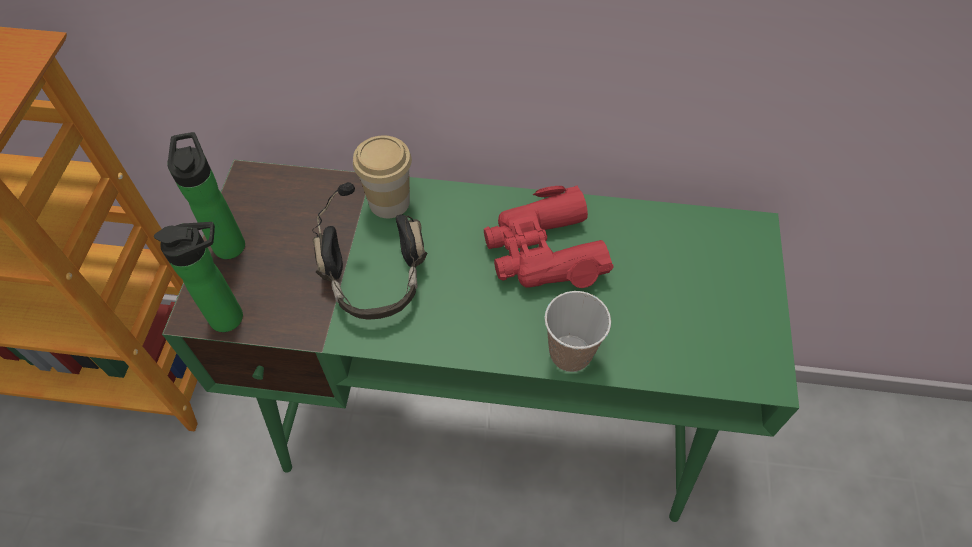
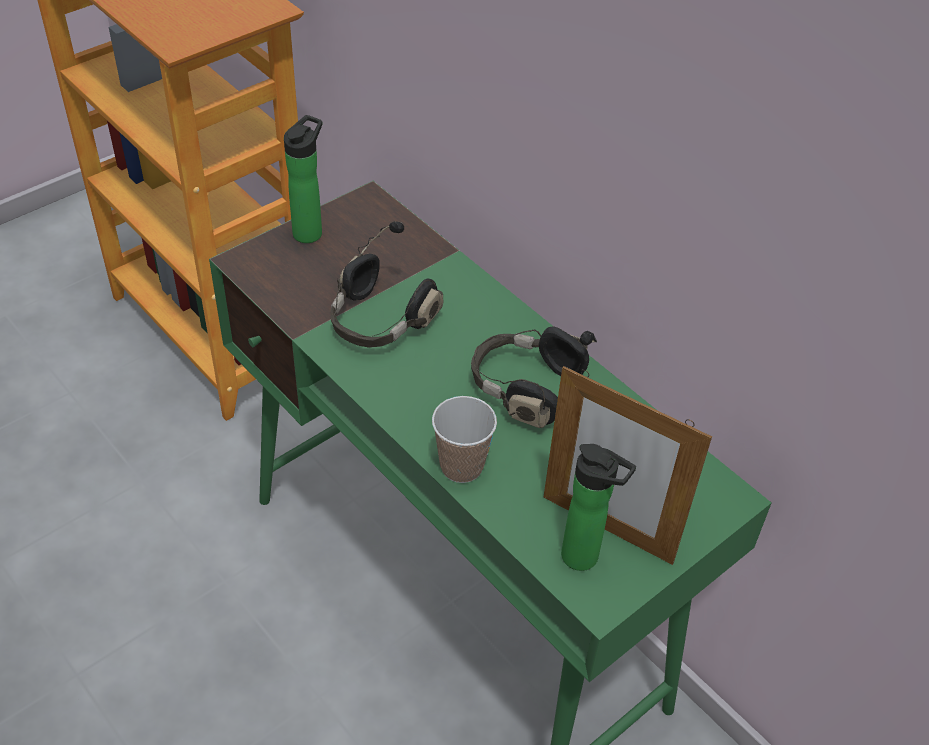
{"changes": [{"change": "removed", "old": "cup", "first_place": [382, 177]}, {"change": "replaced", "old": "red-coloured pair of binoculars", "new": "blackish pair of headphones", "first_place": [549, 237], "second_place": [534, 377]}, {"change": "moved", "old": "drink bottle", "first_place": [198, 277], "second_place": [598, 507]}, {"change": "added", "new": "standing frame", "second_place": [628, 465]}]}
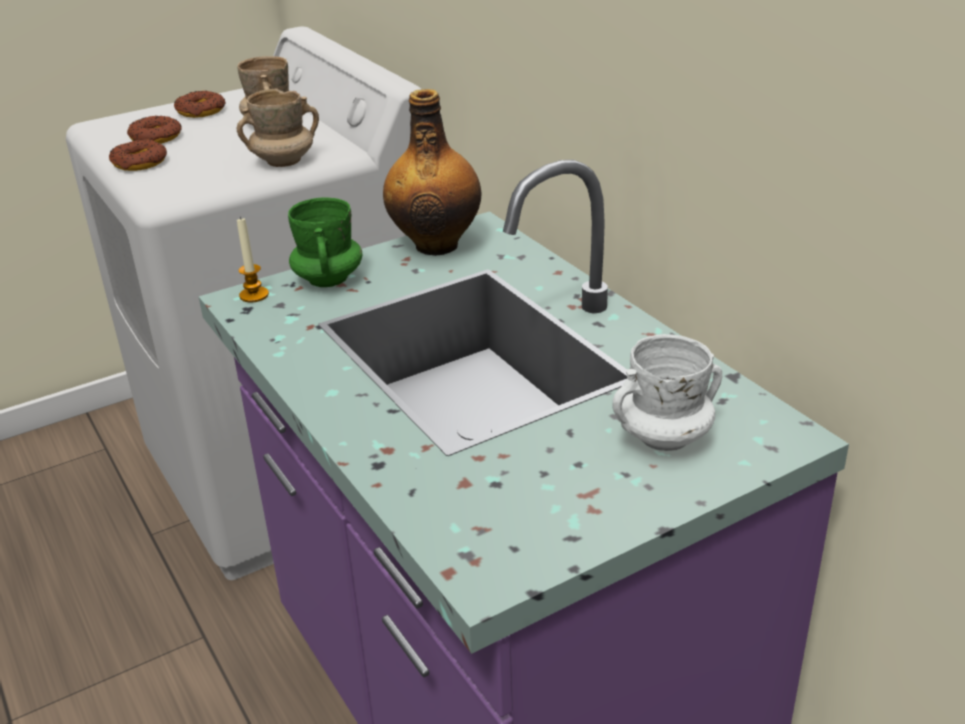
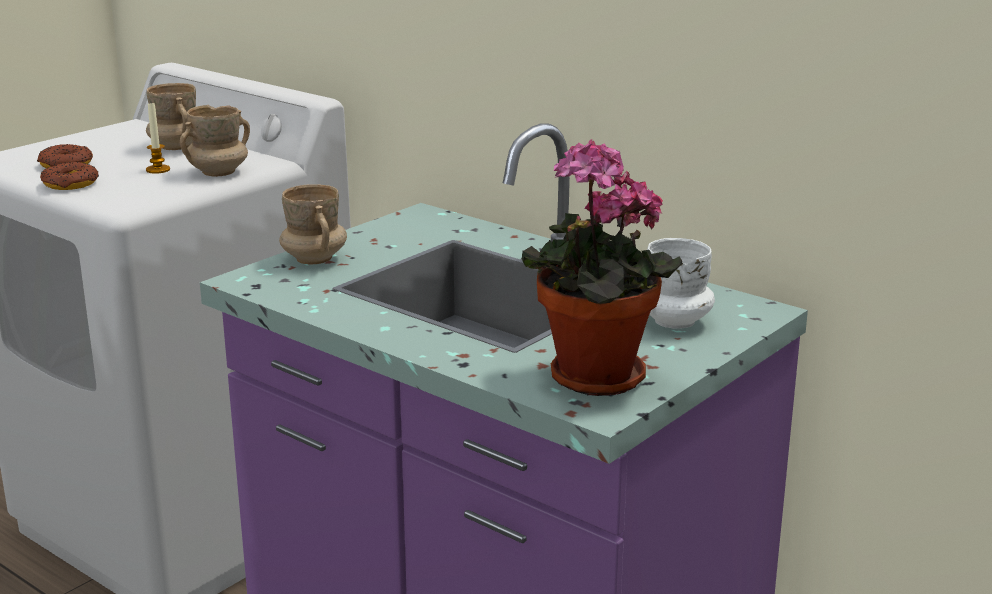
{"changes": [{"change": "removed", "old": "drink bottle", "first_place": [432, 172]}, {"change": "removed", "old": "ring doughnut", "first_place": [200, 104]}, {"change": "recoloured", "old": "green-coloured mug", "new": "beige mug", "first_place": [325, 242], "second_place": [313, 224]}, {"change": "moved", "old": "wax candle", "first_place": [253, 259], "second_place": [158, 138]}, {"change": "added", "new": "plant in a pot", "second_place": [602, 267]}]}
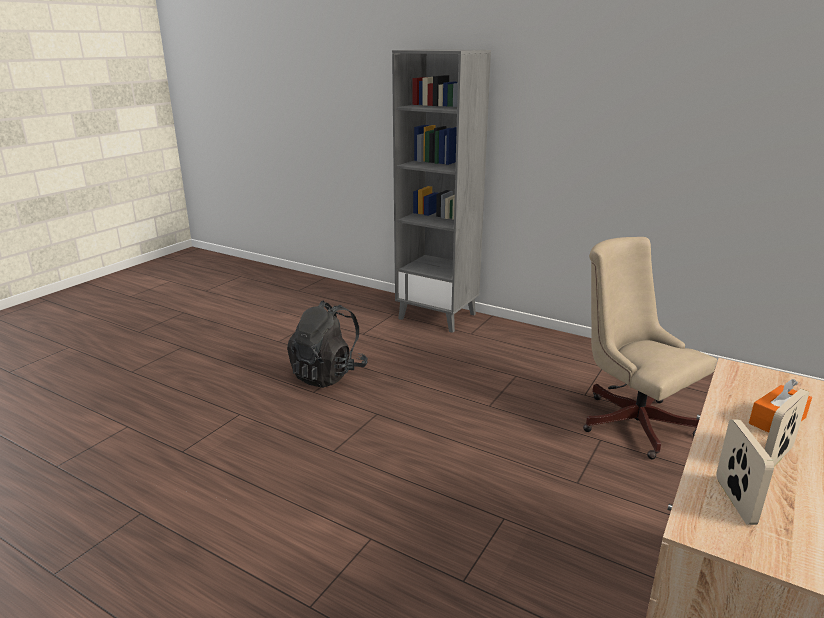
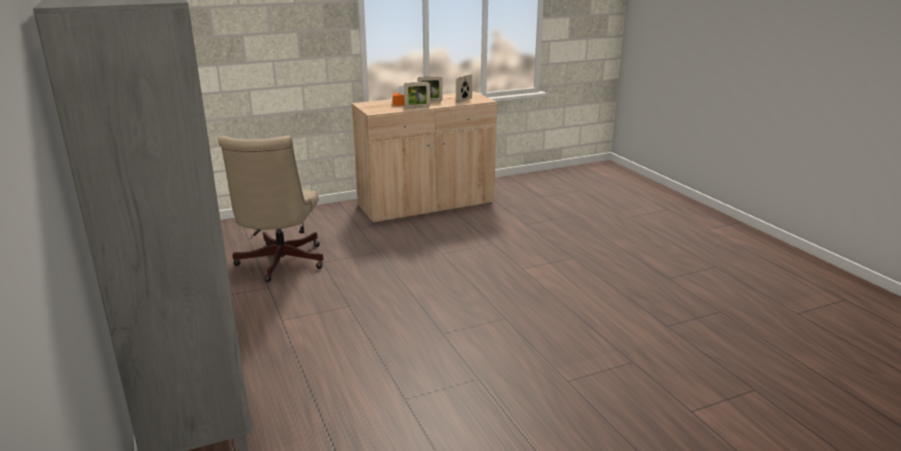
{"changes": [{"change": "removed", "old": "blackish backpack", "first_place": [327, 344]}, {"change": "added", "new": "standing frame", "second_place": [417, 95]}]}
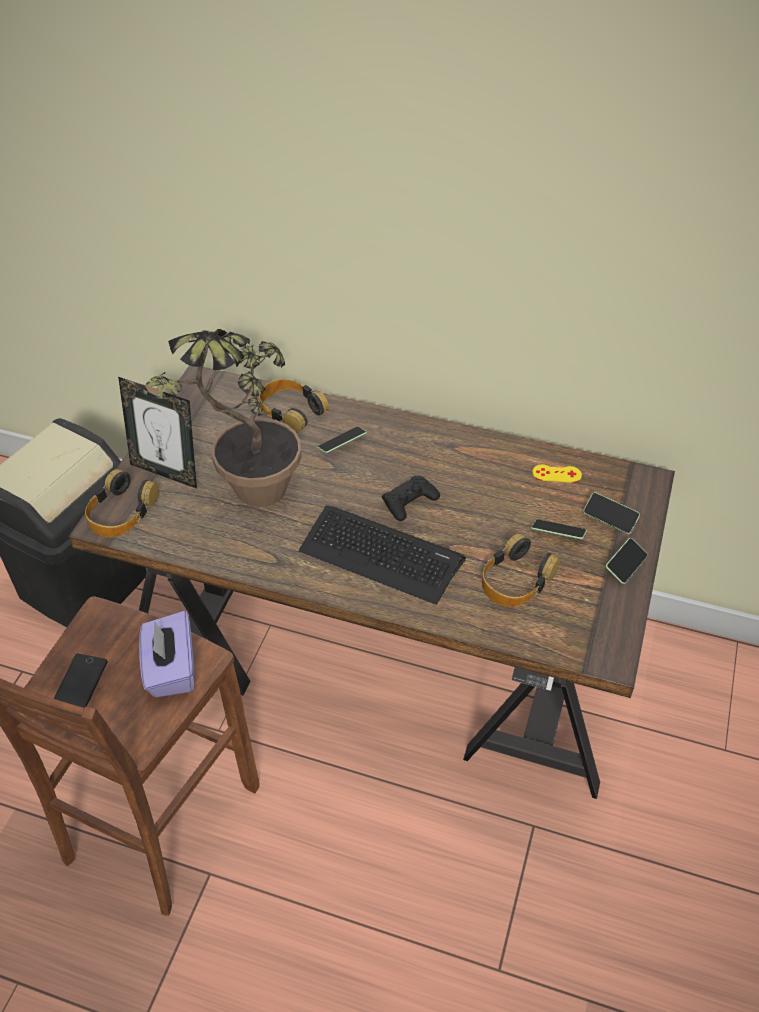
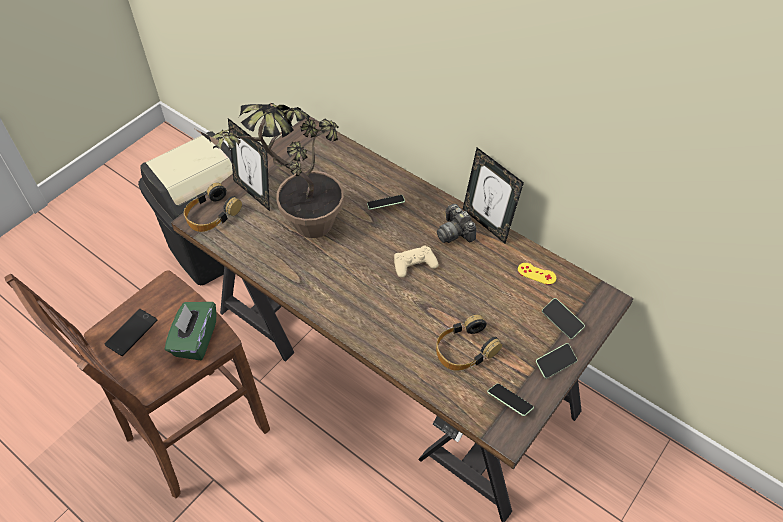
{"changes": [{"change": "removed", "old": "pair of headphones", "first_place": [294, 406]}, {"change": "recoloured", "old": "blackish joypad", "new": "beige joypad", "first_place": [411, 498], "second_place": [416, 262]}, {"change": "removed", "old": "keyboard", "first_place": [382, 555]}, {"change": "moved", "old": "handset", "first_place": [559, 529], "second_place": [510, 399]}, {"change": "recoloured", "old": "purple-coloured tissue holder", "new": "green-coloured tissue holder", "first_place": [167, 654], "second_place": [190, 331]}, {"change": "added", "new": "standing frame", "second_place": [493, 195]}, {"change": "added", "new": "photo camera", "second_place": [456, 223]}]}
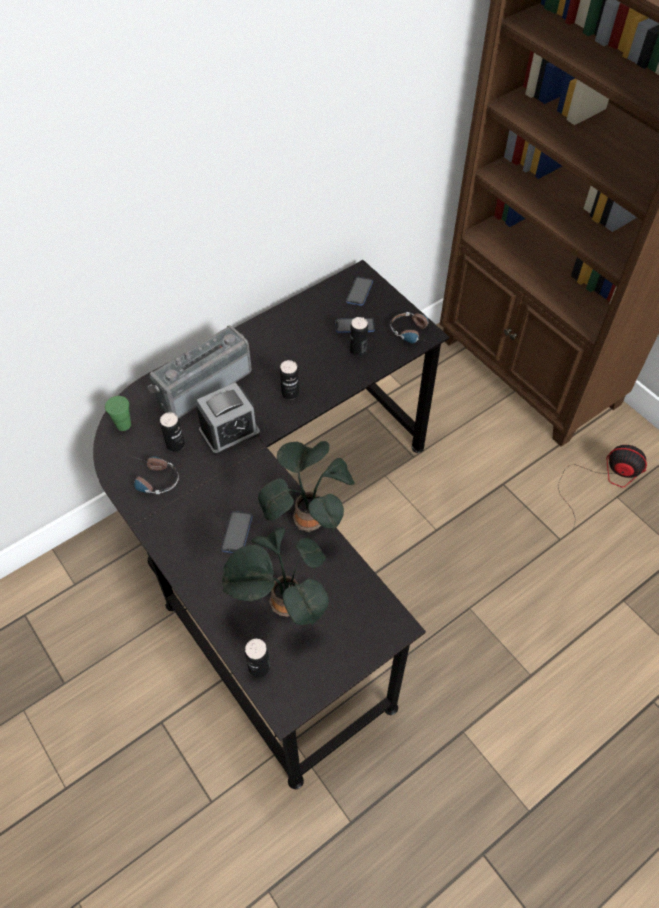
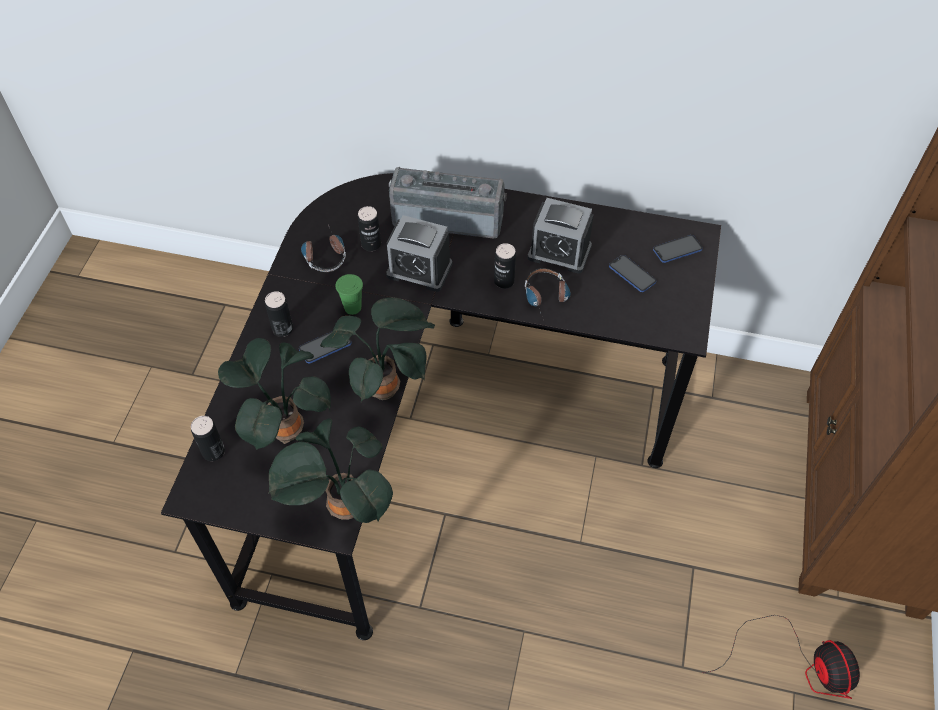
{"changes": [{"change": "moved", "old": "pair of headphones", "first_place": [411, 328], "second_place": [548, 294]}, {"change": "moved", "old": "sealed can", "first_place": [359, 336], "second_place": [279, 314]}, {"change": "moved", "old": "green-coloured cup", "first_place": [118, 413], "second_place": [349, 294]}, {"change": "added", "new": "bedside clock", "second_place": [561, 236]}, {"change": "added", "new": "plant in a pot", "second_place": [330, 471]}]}
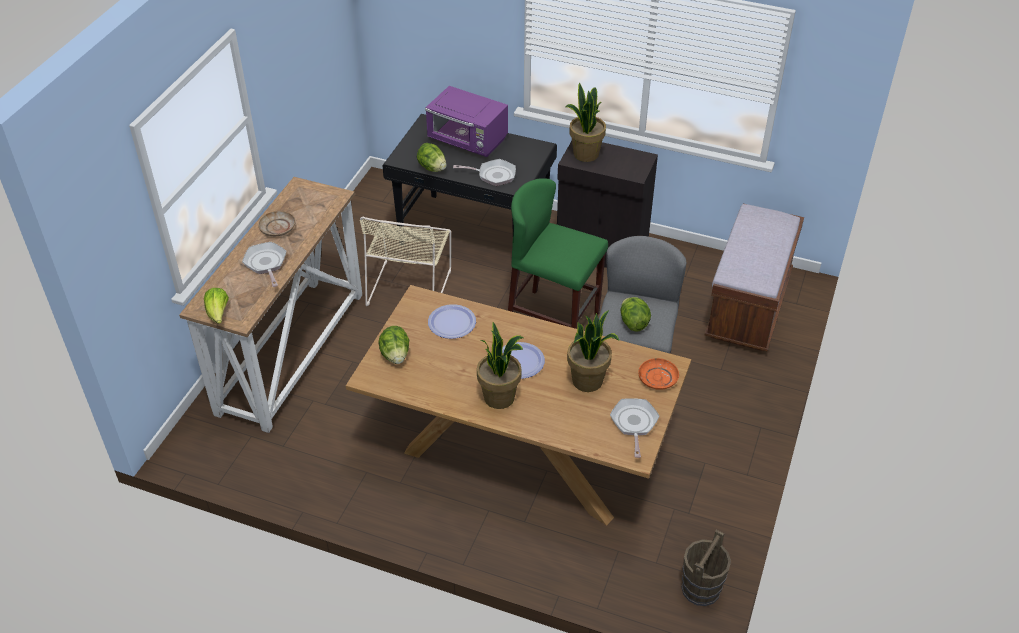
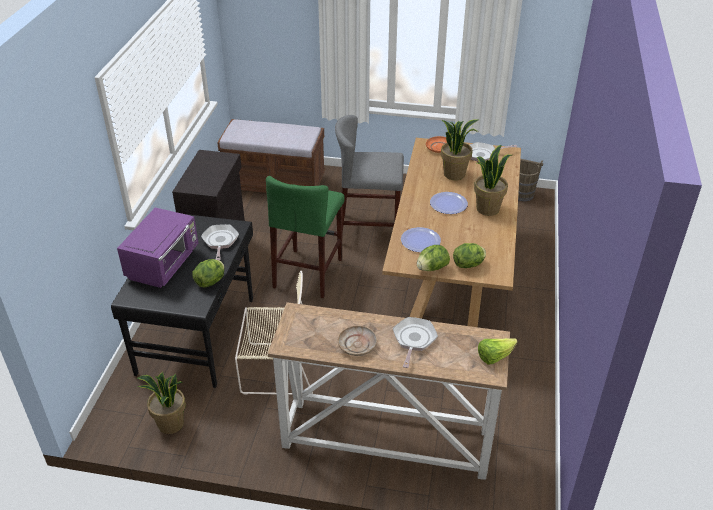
{"changes": [{"change": "moved", "old": "plant in a pot", "first_place": [585, 122], "second_place": [161, 403]}, {"change": "turned", "old": "pan", "first_place": [264, 264], "second_place": [415, 342], "degrees": 135}, {"change": "moved", "old": "head of lettuce", "first_place": [635, 314], "second_place": [433, 258]}]}
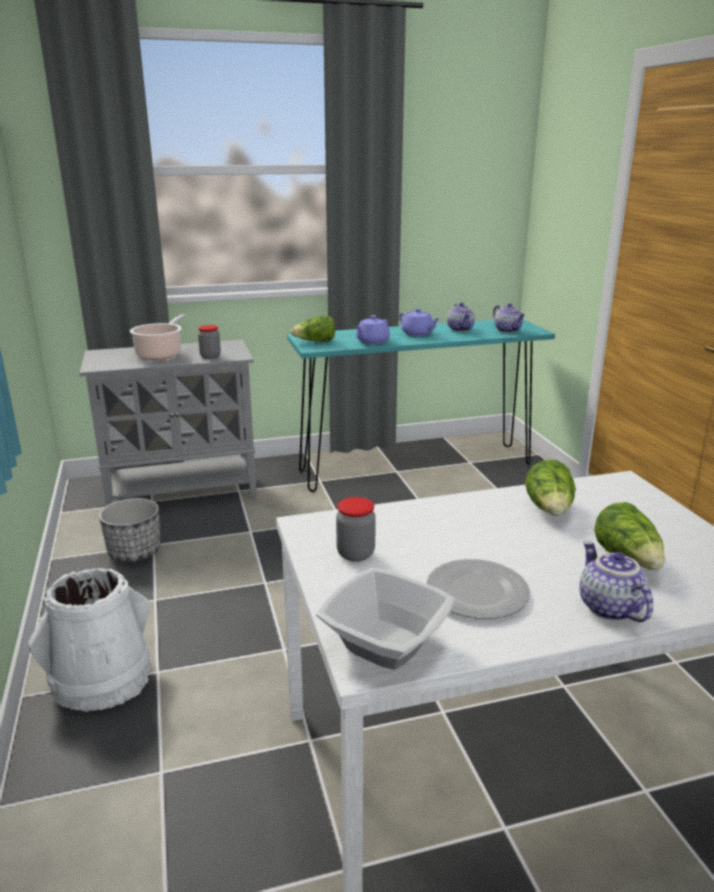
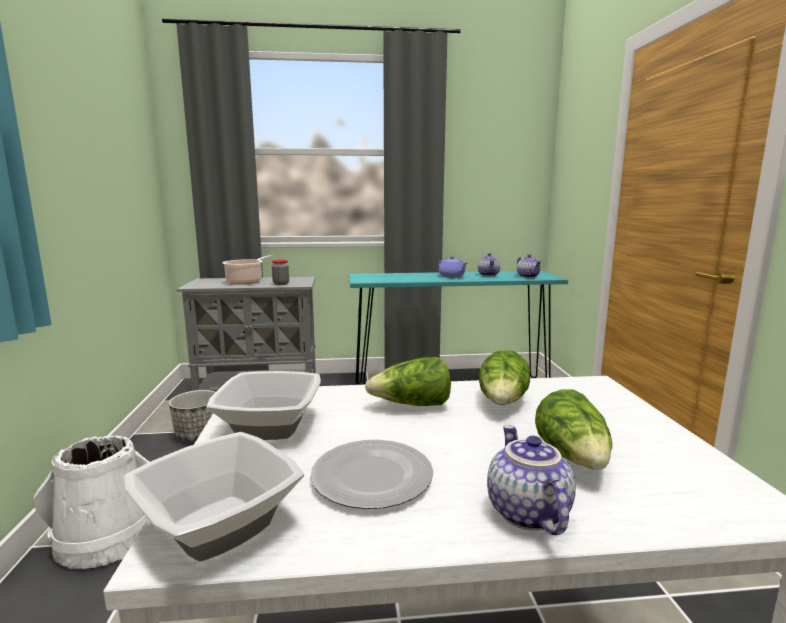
{"changes": [{"change": "moved", "old": "head of lettuce", "first_place": [312, 328], "second_place": [408, 381]}, {"change": "removed", "old": "purple-coloured pot for tea", "first_place": [373, 329]}, {"change": "replaced", "old": "preserve jar", "new": "bowl", "first_place": [356, 529], "second_place": [263, 405]}]}
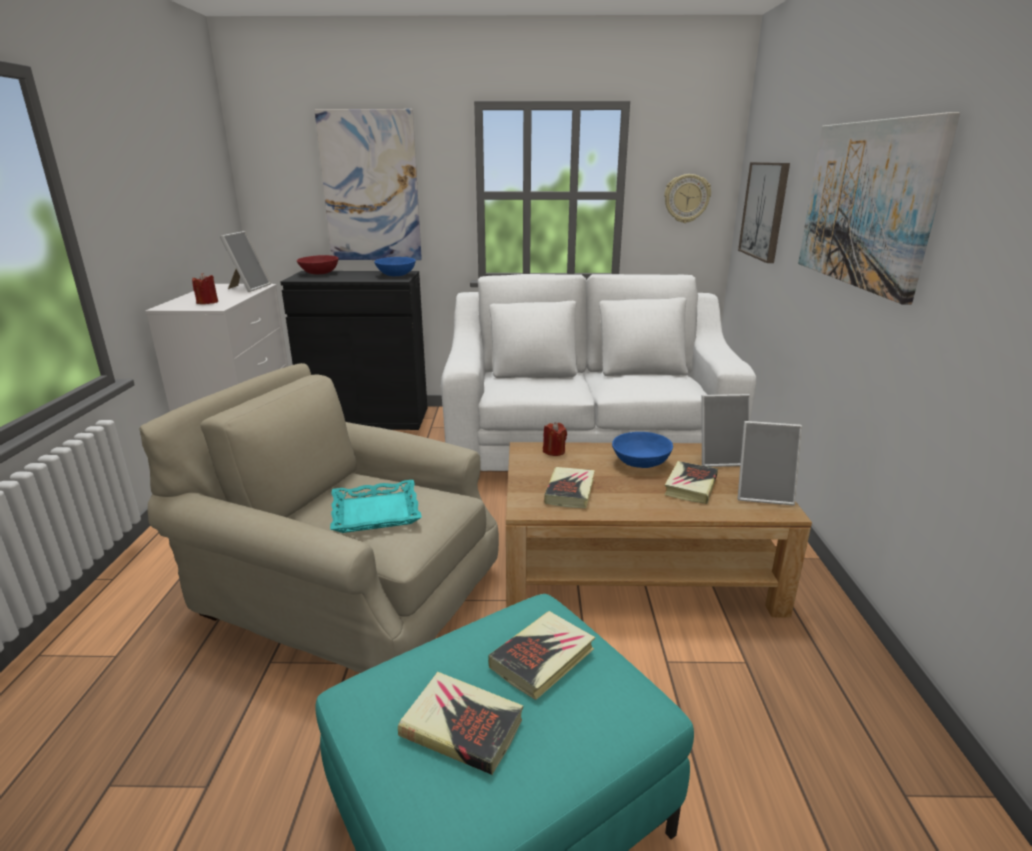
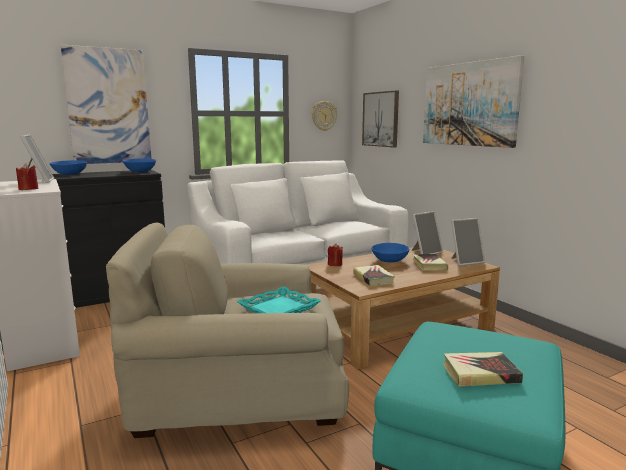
{"changes": [{"change": "recoloured", "old": "red-coloured bowl", "new": "blue bowl", "first_place": [317, 264], "second_place": [68, 167]}, {"change": "removed", "old": "bound book", "first_place": [541, 655]}]}
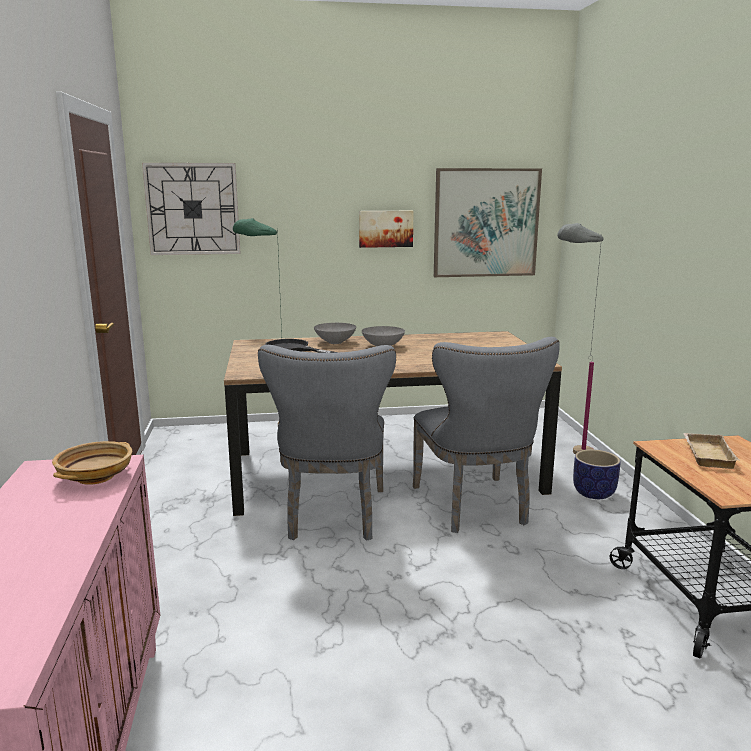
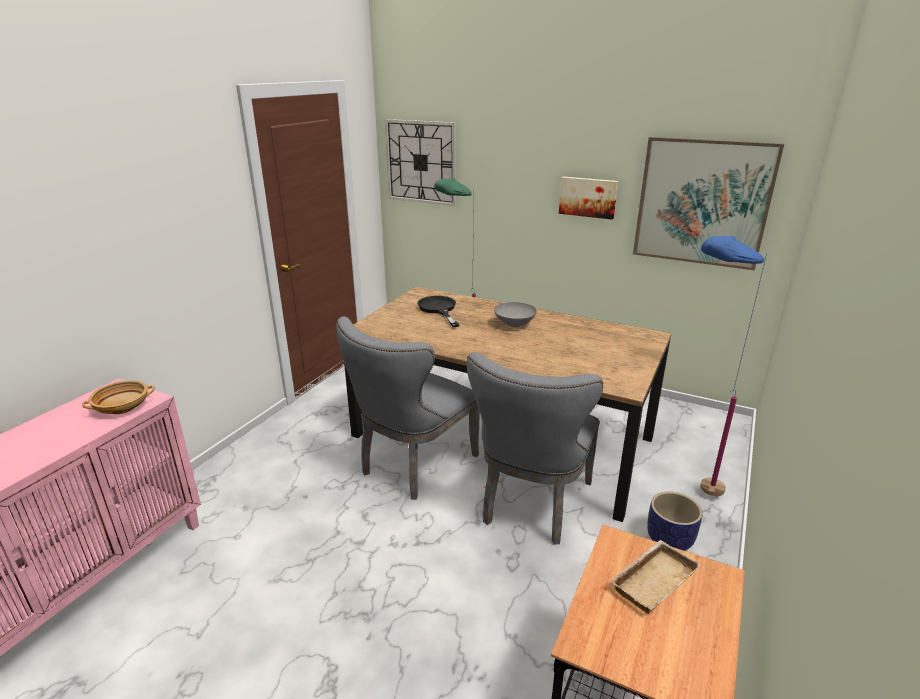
{"changes": [{"change": "recoloured", "old": "grey standard lamp", "new": "blue standard lamp", "first_place": [580, 338], "second_place": [733, 366]}, {"change": "removed", "old": "grey bowl", "first_place": [335, 333]}]}
